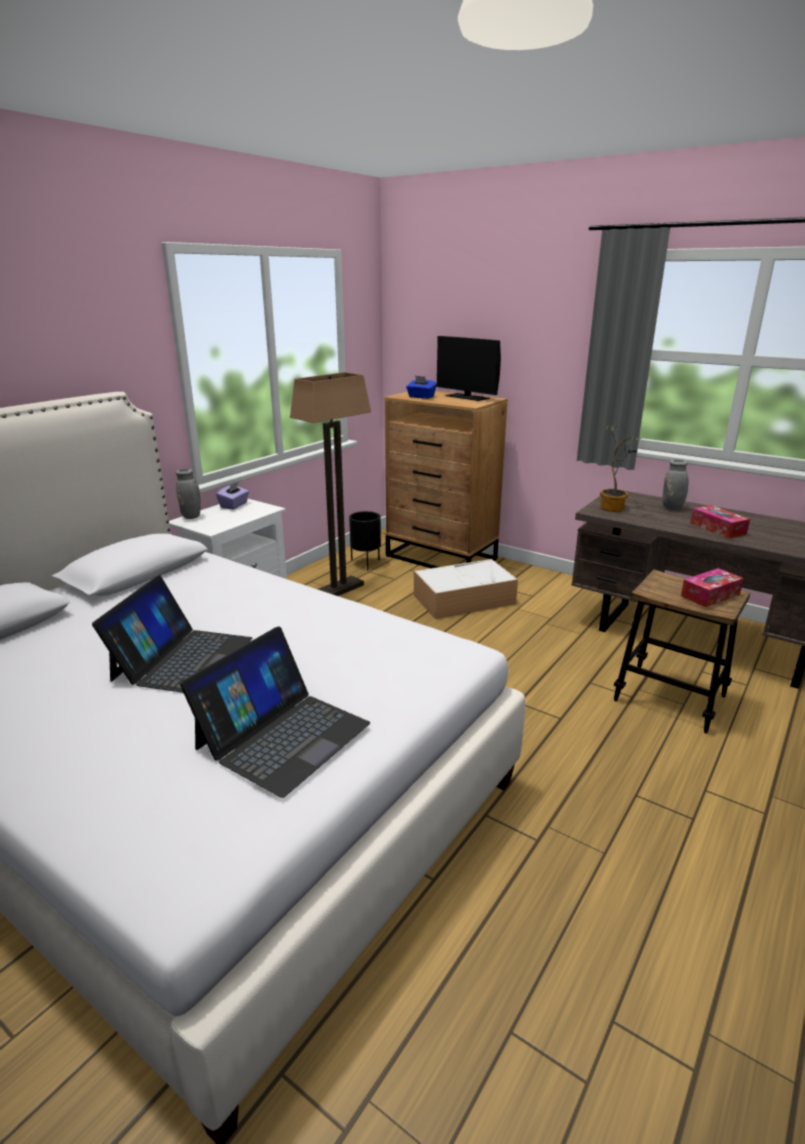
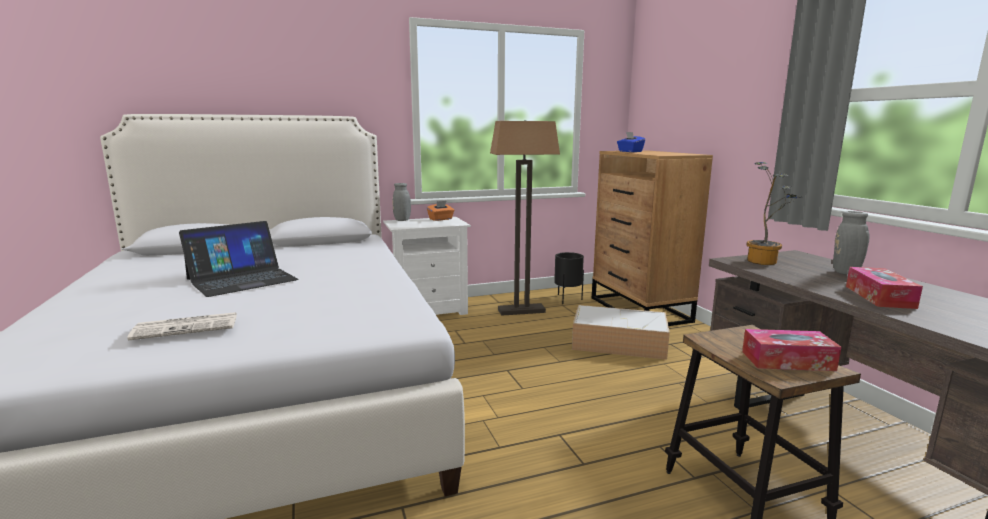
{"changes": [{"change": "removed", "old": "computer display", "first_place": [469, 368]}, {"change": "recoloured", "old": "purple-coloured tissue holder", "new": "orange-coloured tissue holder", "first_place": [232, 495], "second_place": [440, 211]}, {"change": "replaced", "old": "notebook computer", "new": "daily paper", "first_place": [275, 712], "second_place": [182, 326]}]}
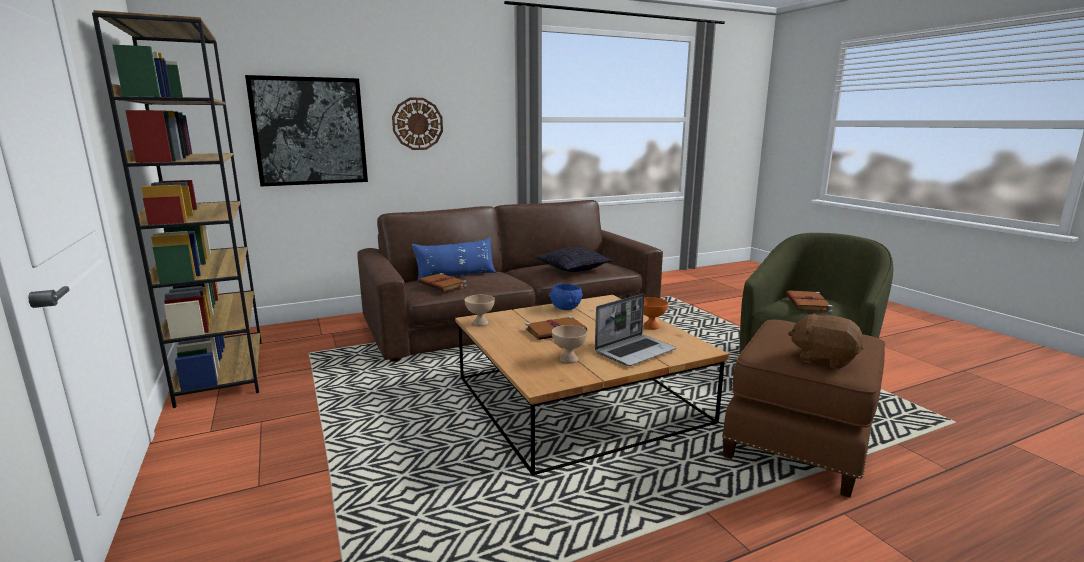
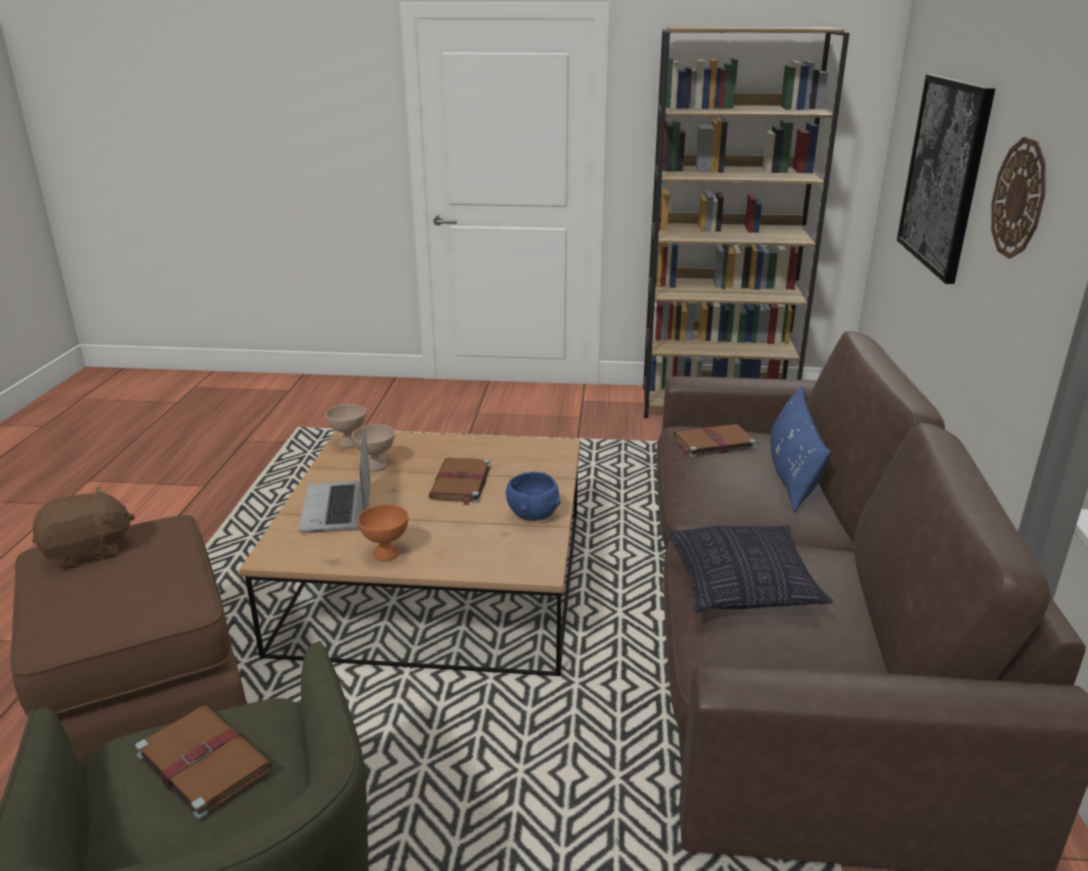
{"changes": [{"change": "moved", "old": "beige bowl", "first_place": [480, 310], "second_place": [345, 426]}]}
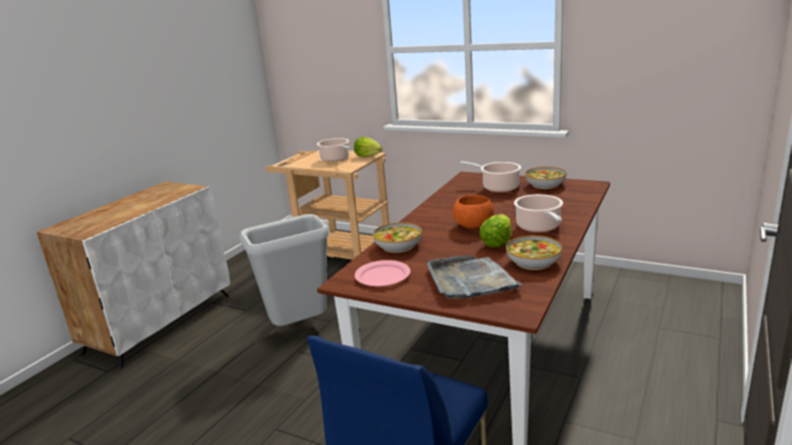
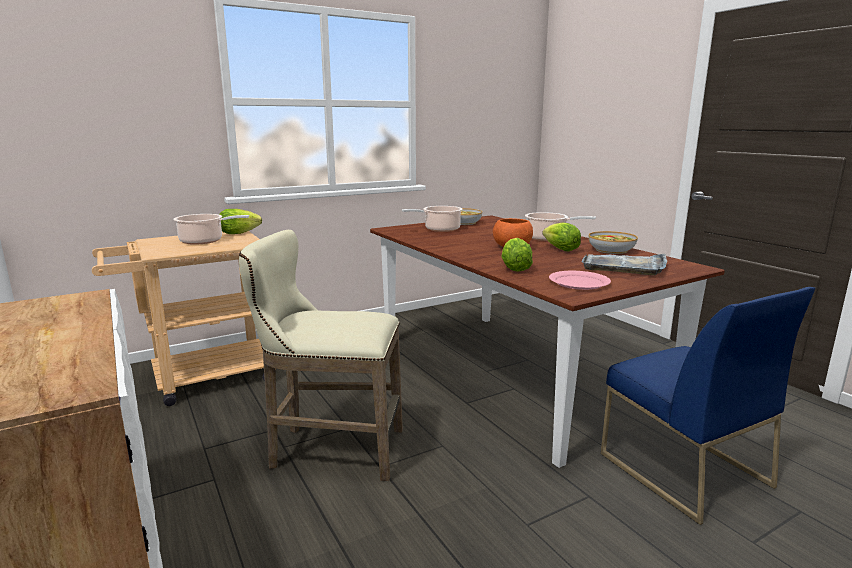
{"changes": [{"change": "replaced", "old": "grey waste bin", "new": "beige stool seat", "first_place": [284, 270], "second_place": [321, 355]}, {"change": "replaced", "old": "bowl", "new": "head of lettuce", "first_place": [397, 237], "second_place": [517, 255]}]}
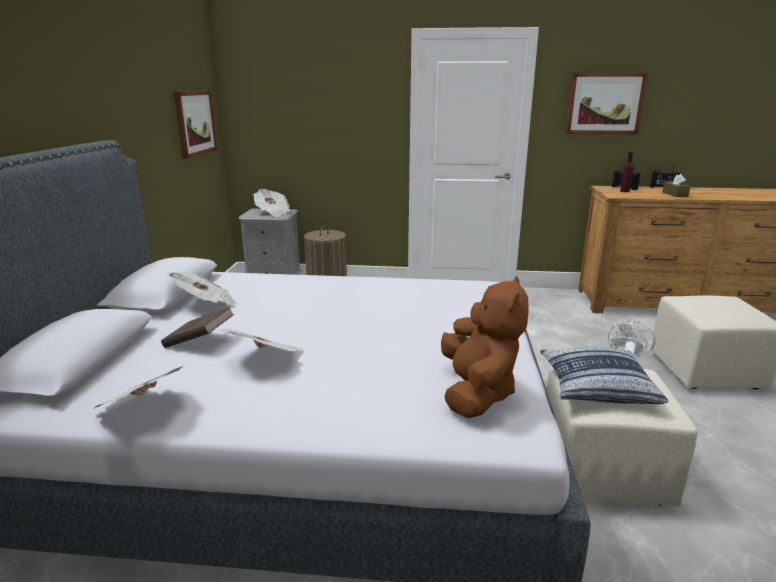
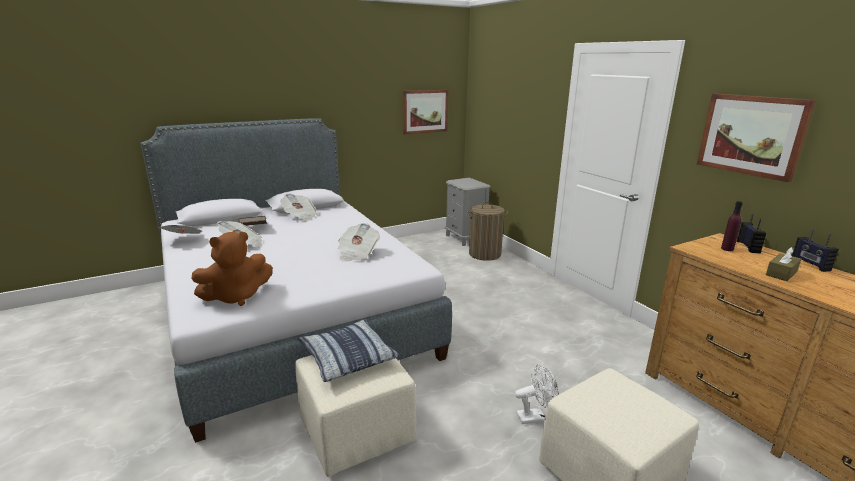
{"changes": [{"change": "moved", "old": "daily paper", "first_place": [272, 203], "second_place": [359, 242]}]}
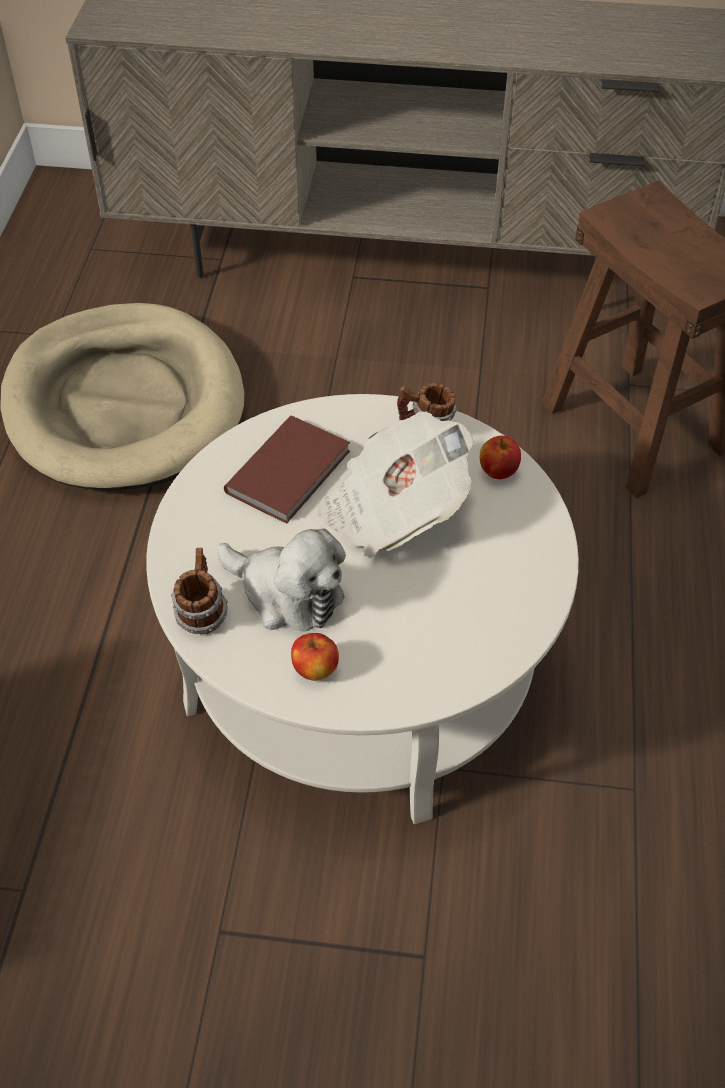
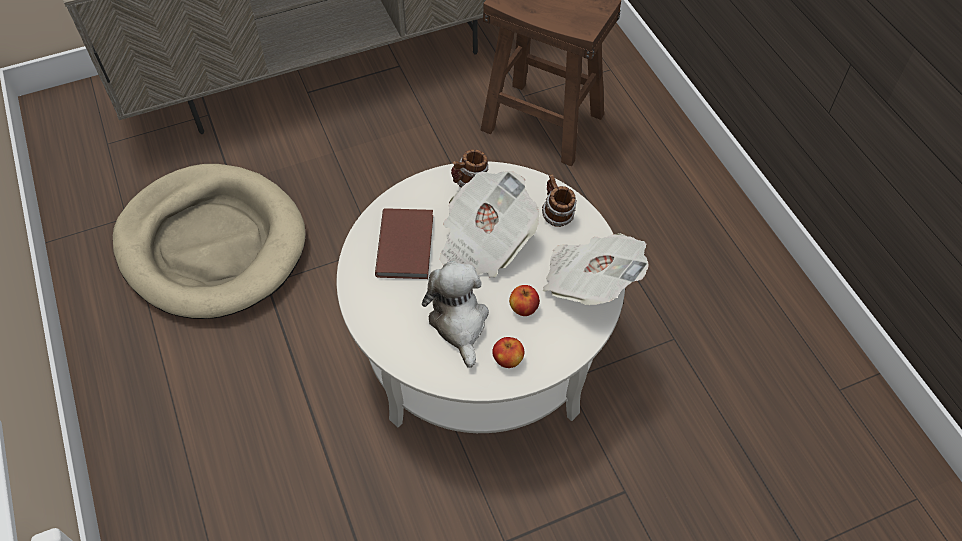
{"changes": [{"change": "moved", "old": "whole apple", "first_place": [500, 457], "second_place": [524, 300]}, {"change": "turned", "old": "cuddly toy", "first_place": [281, 580], "second_place": [455, 314], "degrees": -105}, {"change": "moved", "old": "mug", "first_place": [199, 591], "second_place": [559, 201]}, {"change": "added", "new": "daily paper", "second_place": [596, 269]}]}
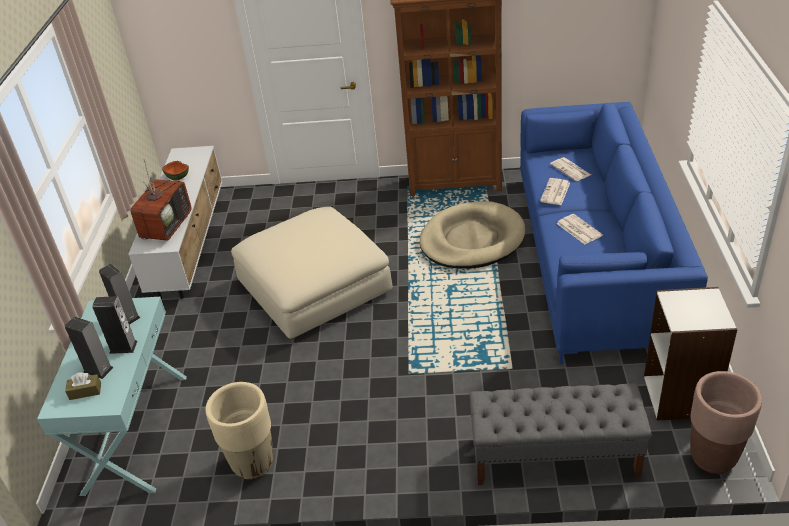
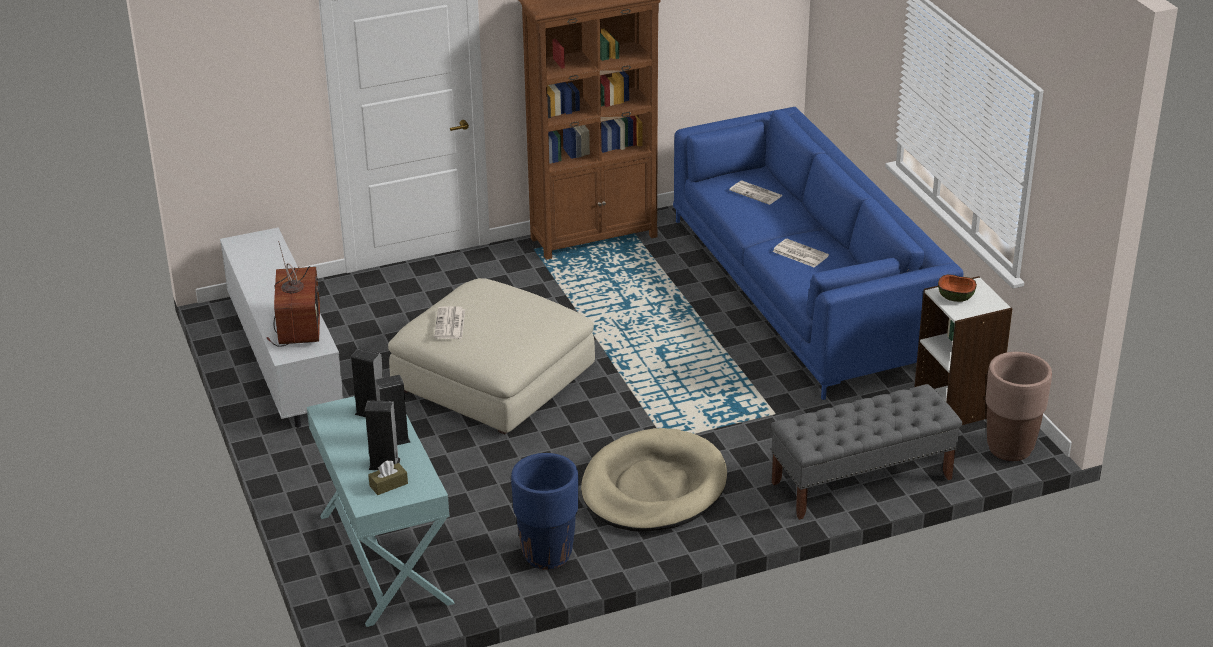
{"changes": [{"change": "moved", "old": "bowl", "first_place": [175, 171], "second_place": [957, 288]}, {"change": "moved", "old": "daily paper", "first_place": [555, 191], "second_place": [449, 322]}, {"change": "moved", "old": "beige pet bed", "first_place": [472, 235], "second_place": [654, 480]}, {"change": "recoloured", "old": "beige planter", "new": "blue planter", "first_place": [239, 430], "second_place": [545, 511]}]}
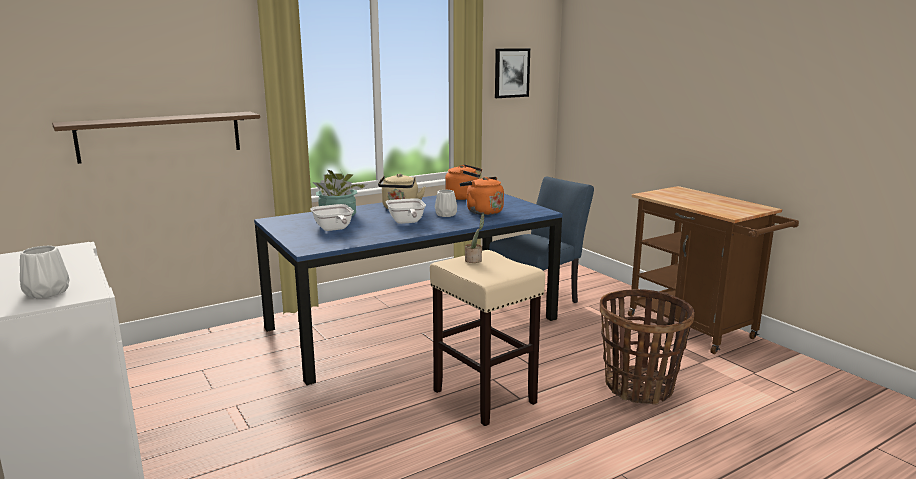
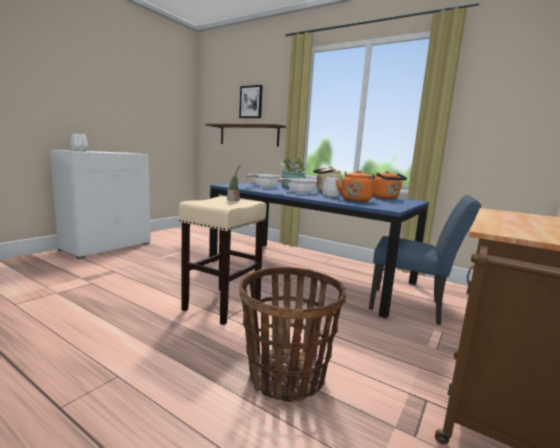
{"changes": [{"change": "moved", "old": "wall art", "first_place": [512, 73], "second_place": [251, 101]}]}
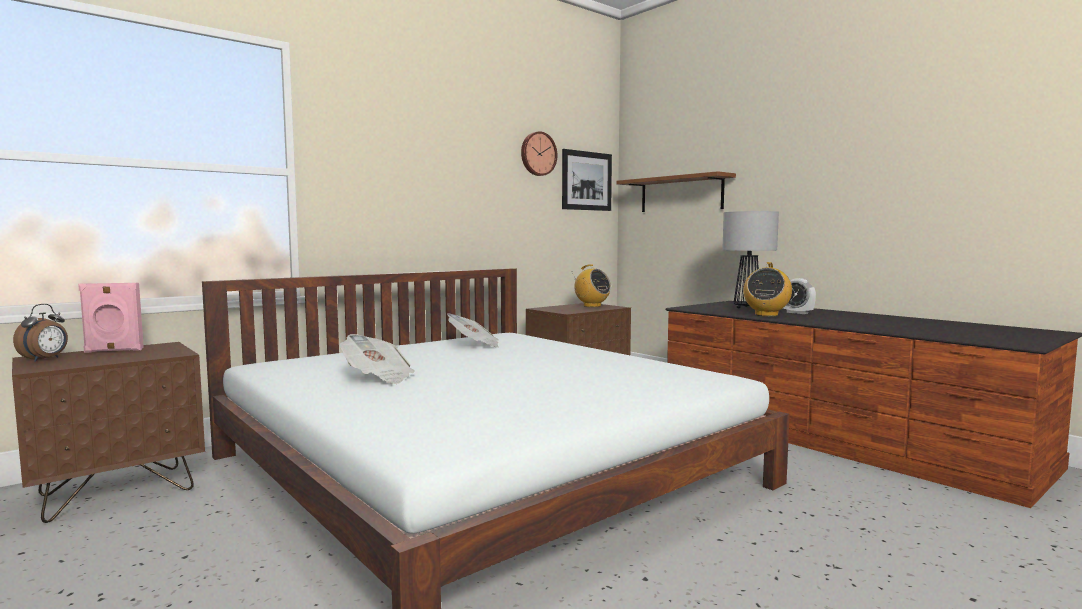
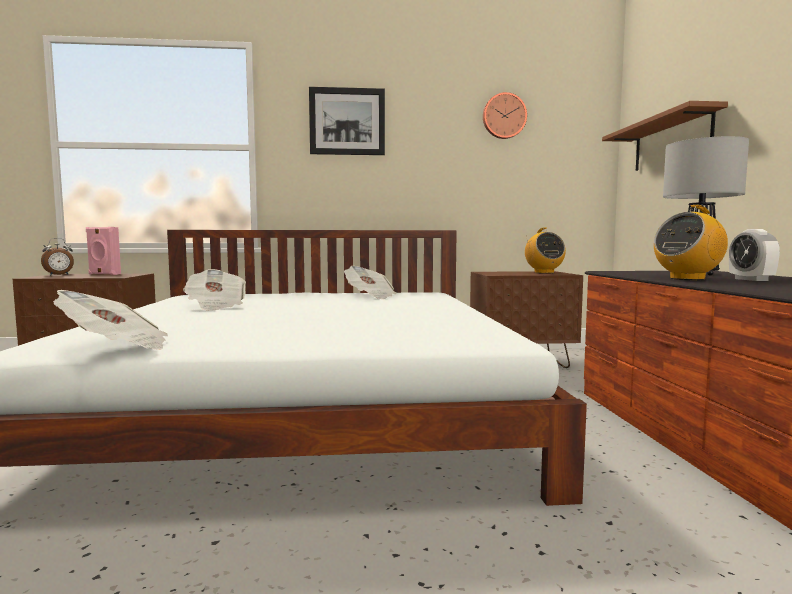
{"changes": [{"change": "moved", "old": "wall art", "first_place": [587, 180], "second_place": [347, 121]}, {"change": "added", "new": "daily paper", "second_place": [110, 320]}]}
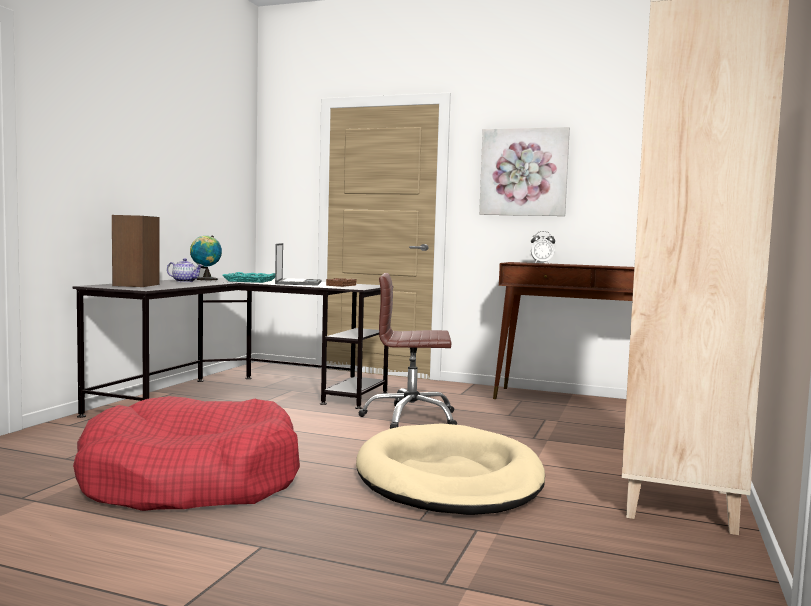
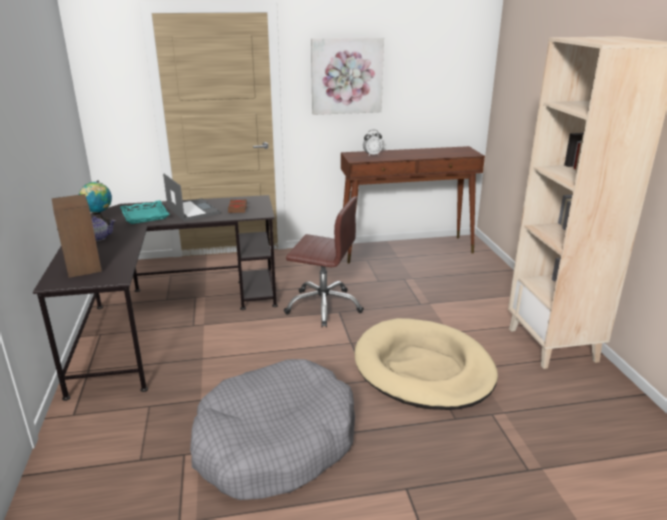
{"changes": [{"change": "turned", "old": "brownish computer chair", "first_place": [408, 351], "second_place": [324, 261], "degrees": -135}, {"change": "recoloured", "old": "red-coloured pet bed", "new": "grey pet bed", "first_place": [186, 453], "second_place": [272, 429]}]}
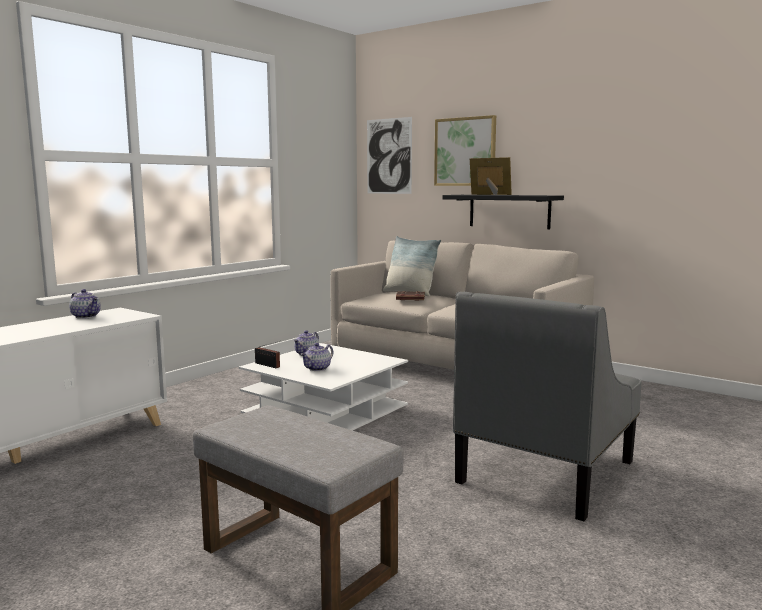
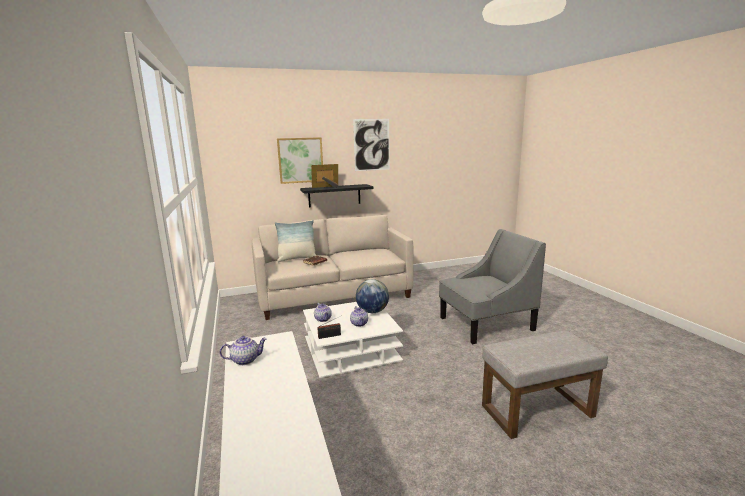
{"changes": [{"change": "moved", "old": "wall art", "first_place": [389, 155], "second_place": [371, 145]}, {"change": "turned", "old": "grey armchair", "first_place": [547, 406], "second_place": [492, 286], "degrees": -90}, {"change": "added", "new": "desk globe", "second_place": [372, 296]}]}
